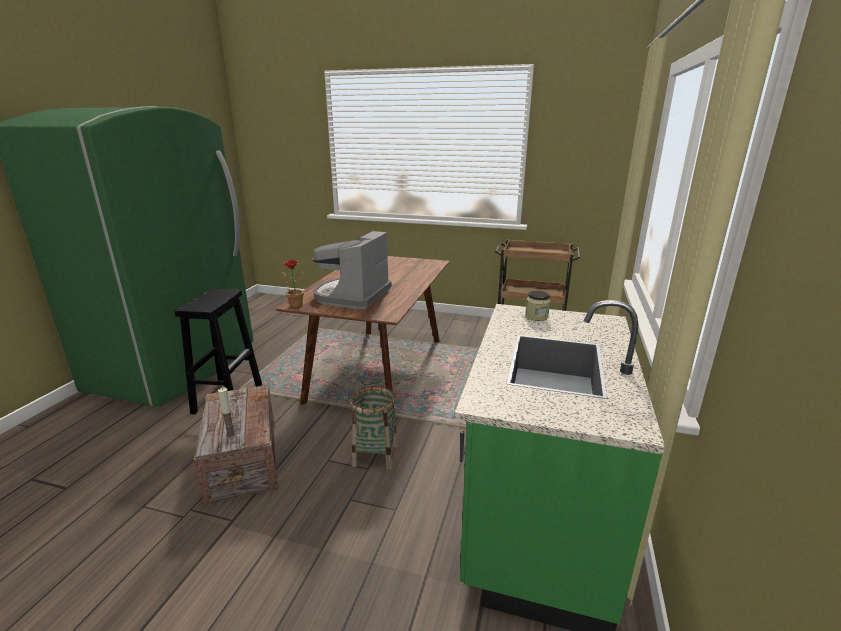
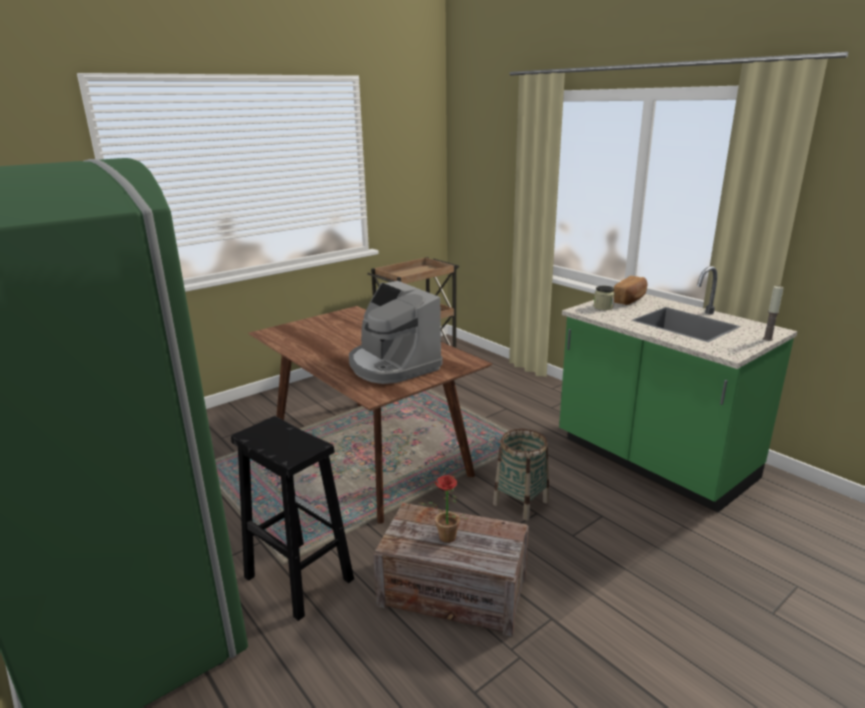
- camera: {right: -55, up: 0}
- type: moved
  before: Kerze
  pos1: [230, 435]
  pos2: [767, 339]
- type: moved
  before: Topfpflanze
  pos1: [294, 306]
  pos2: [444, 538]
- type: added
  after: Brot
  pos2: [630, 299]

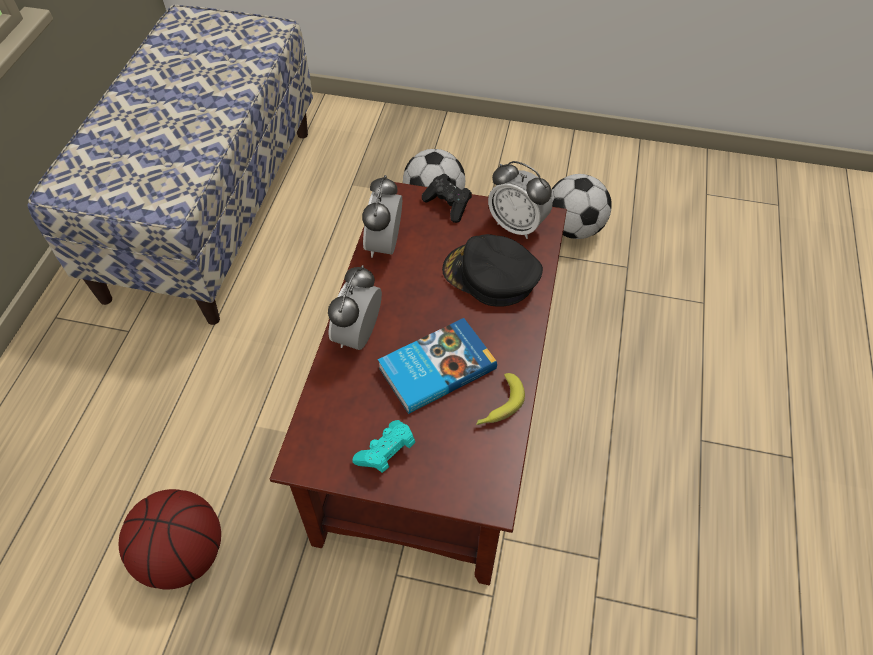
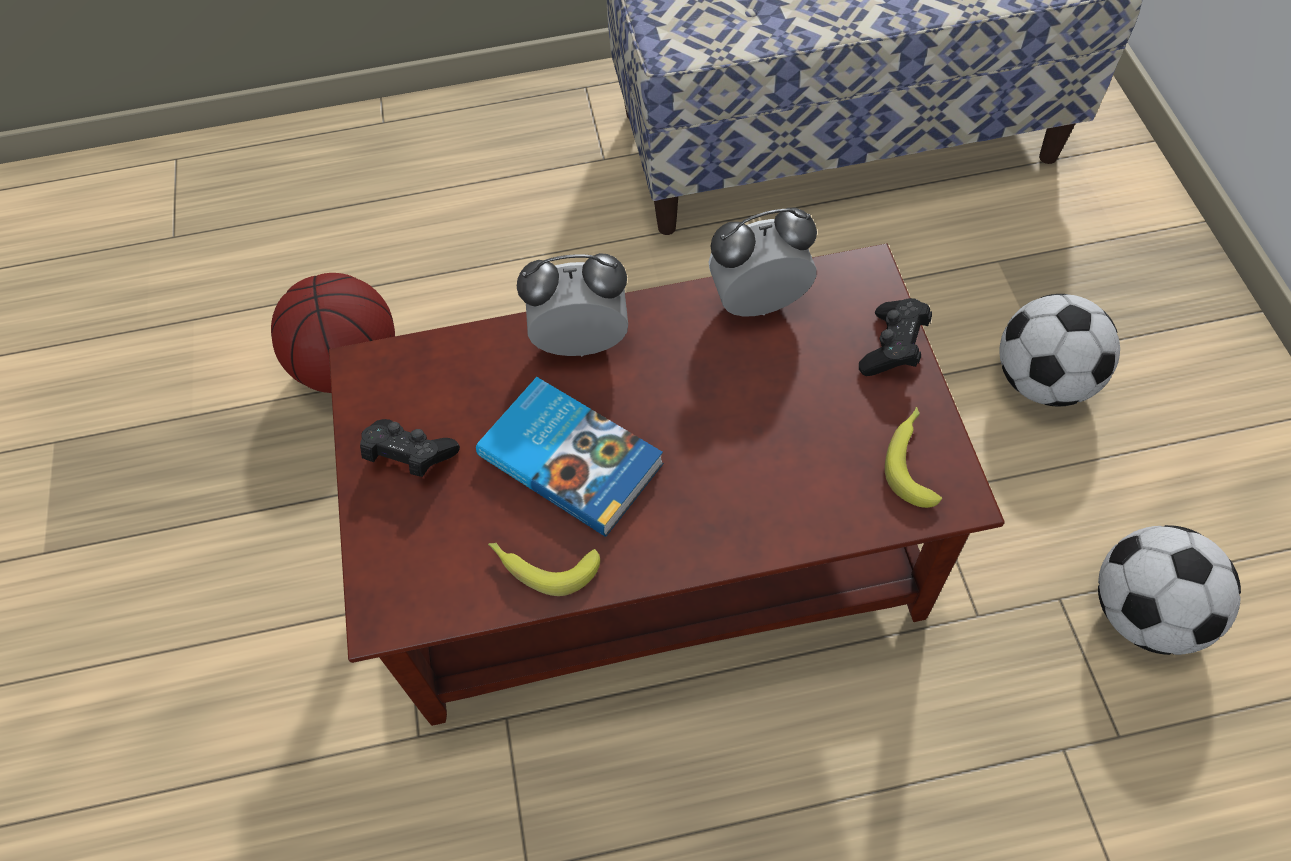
- camera: {right: 70, up: 5}
- type: recoloured
  before: Gamepad/türkis
  after: Gamepad/schwarz
  pos1: [386, 453]
  pos2: [409, 456]
- type: removed
  before: Kappe/schwarz
  pos1: [490, 276]
- type: replaced
  before: Wecker
  after: Banane
  pos1: [517, 225]
  pos2: [913, 460]

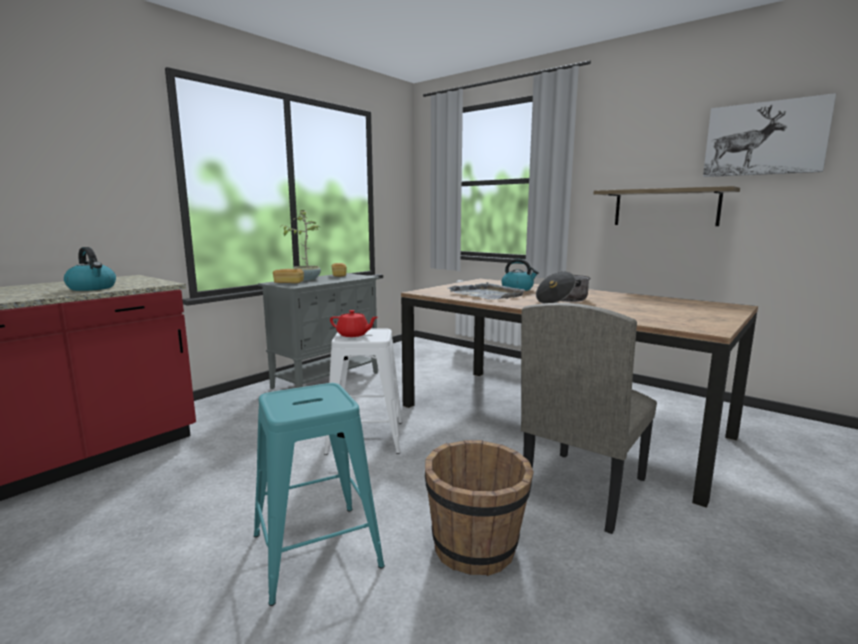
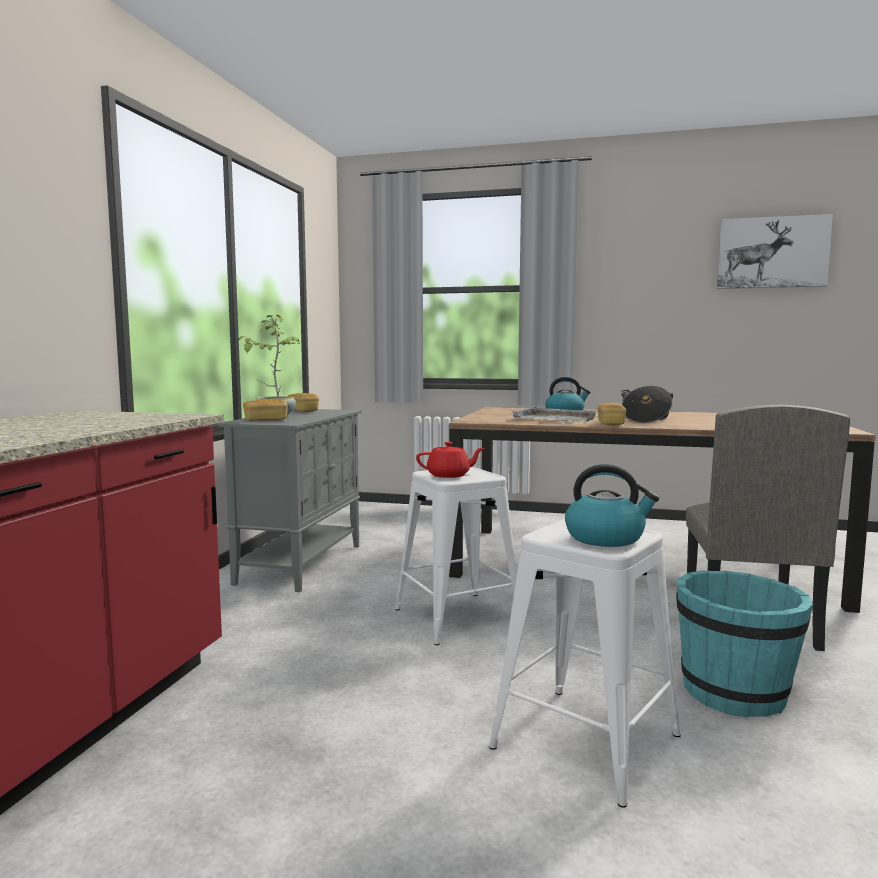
- camera: {right: -25, up: -5}
- type: moved
  before: Wasserkessel
  pos1: [92, 288]
  pos2: [606, 538]
- type: recoloured
  before: Hocker/türkis
  after: Hocker/weiß
  pos1: [316, 550]
  pos2: [586, 742]
- type: recoloured
  before: Eimer/braun
  after: Eimer/türkis
  pos1: [476, 548]
  pos2: [735, 693]
- type: removed
  before: Wandregal
  pos1: [665, 207]
- type: added
  after: Brot
  pos2: [611, 424]

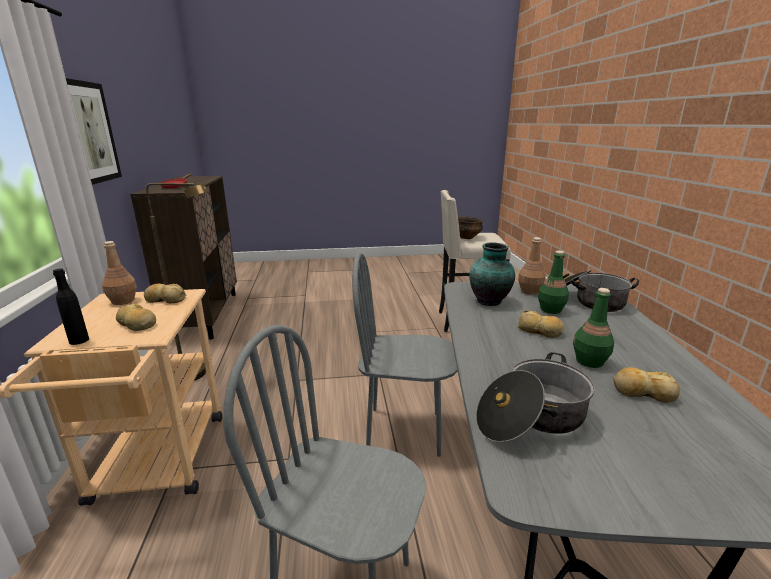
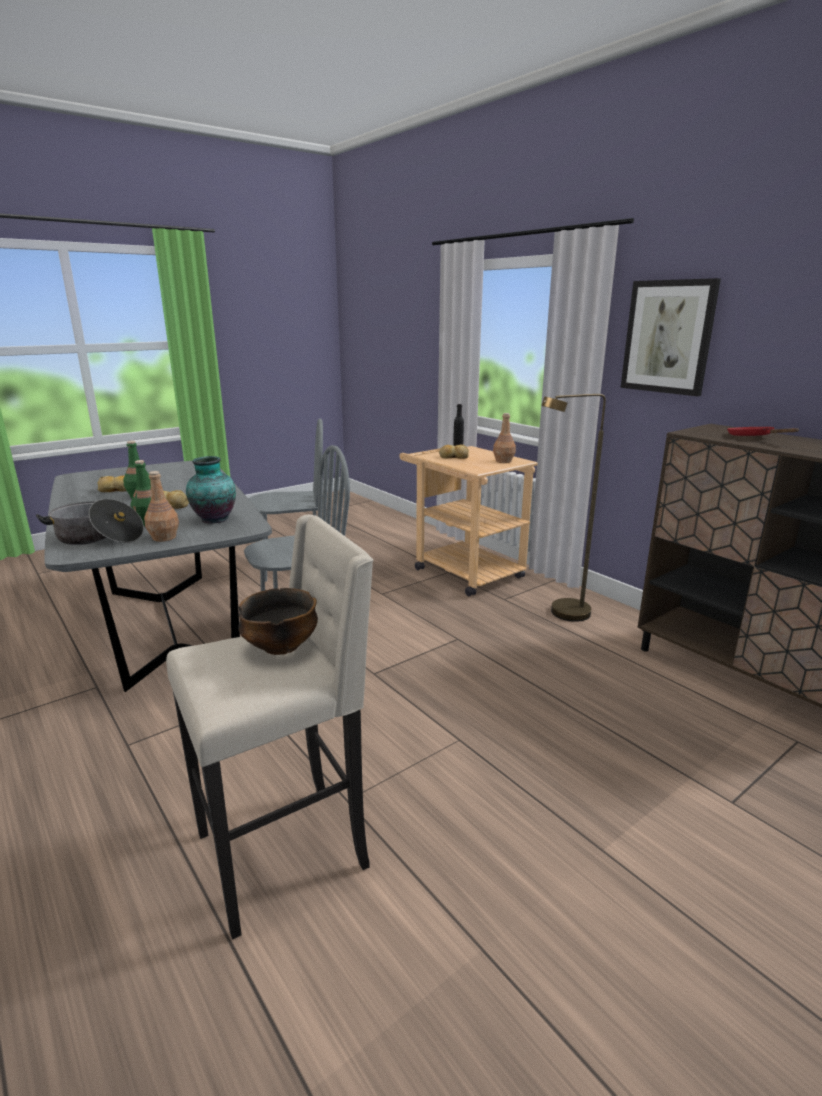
- camera: {right: 150, up: 0}
- type: removed
  before: Brot
  pos1: [165, 299]
- type: removed
  before: Kochtopf
  pos1: [531, 418]

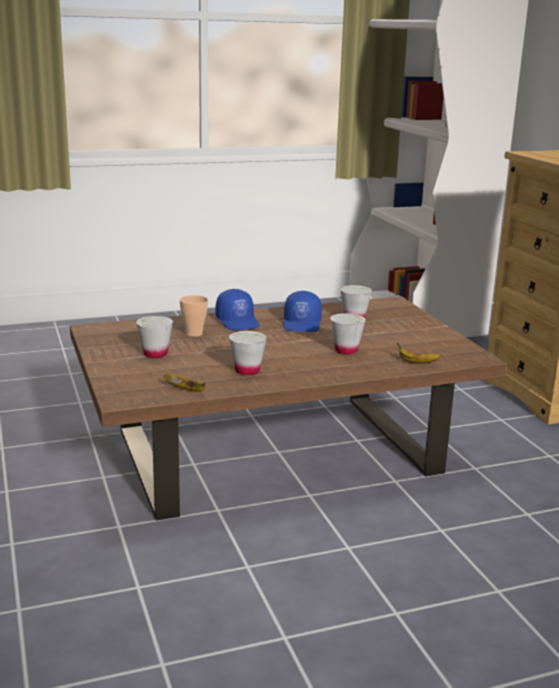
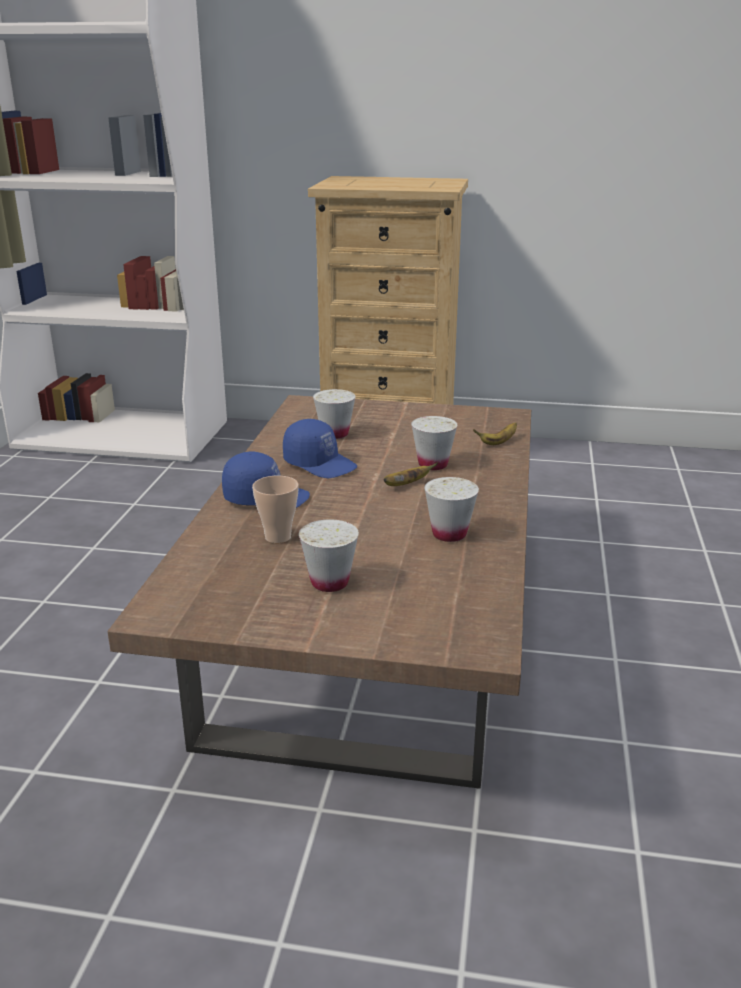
- camera: {right: -60, up: 5}
- type: moved
  before: Banane
  pos1: [187, 390]
  pos2: [406, 484]

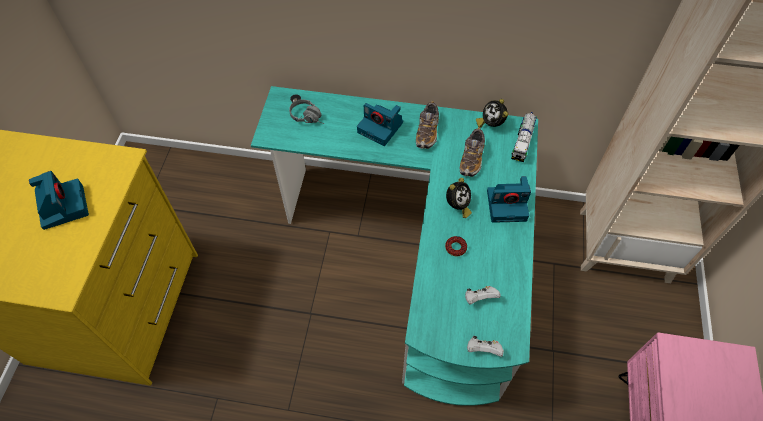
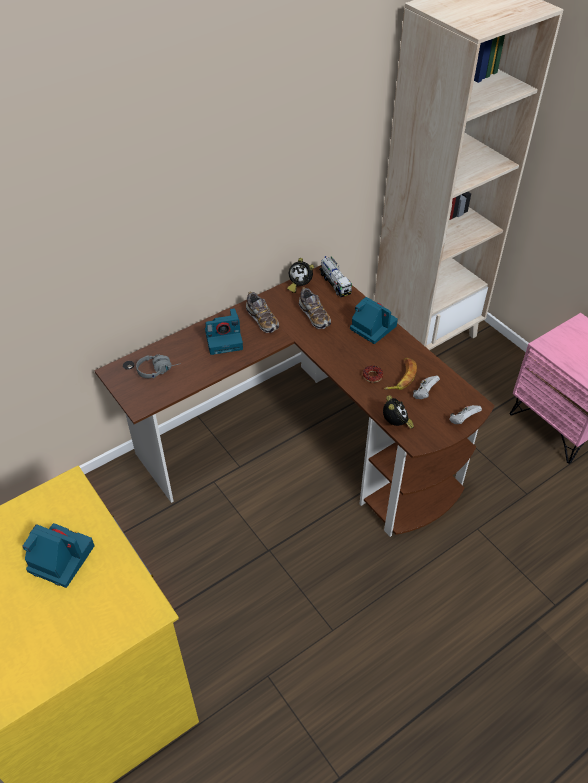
- camera: {right: -45, up: -10}
- type: recoloured
  before: Schreibtisch/türkis
  after: Schreibtisch/braun
  pos1: [421, 257]
  pos2: [305, 443]
- type: moved
  before: Wecker
  pos1: [457, 206]
  pos2: [396, 424]
- type: turned
  before: Kamera
  pos1: [507, 205]
  pos2: [372, 327]
  turn: -90
- type: added
  after: Banane
  pos2: [401, 377]

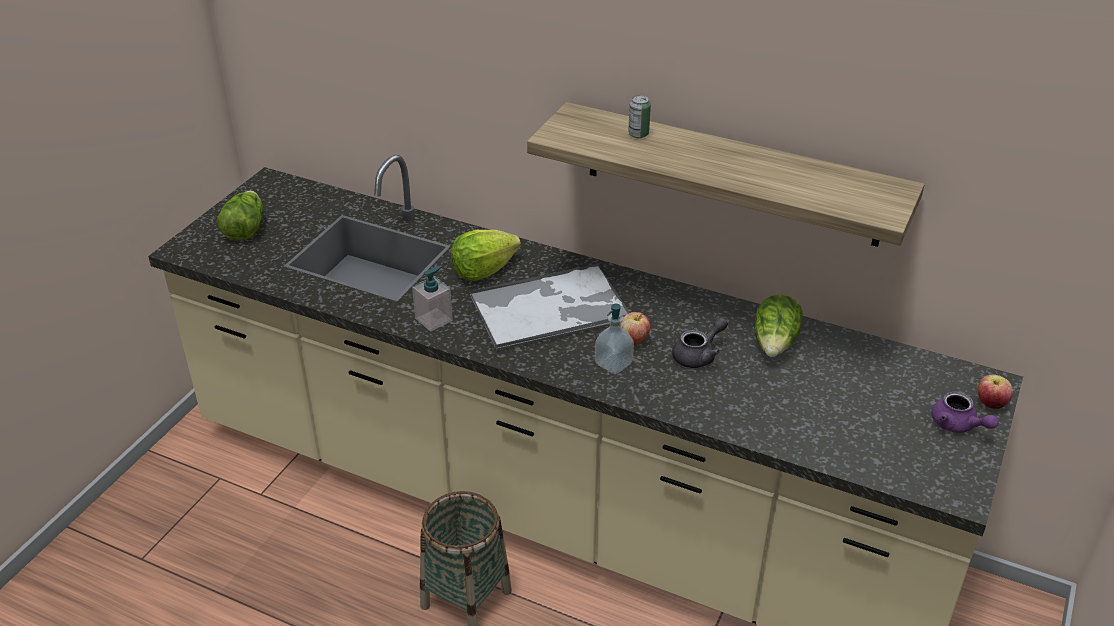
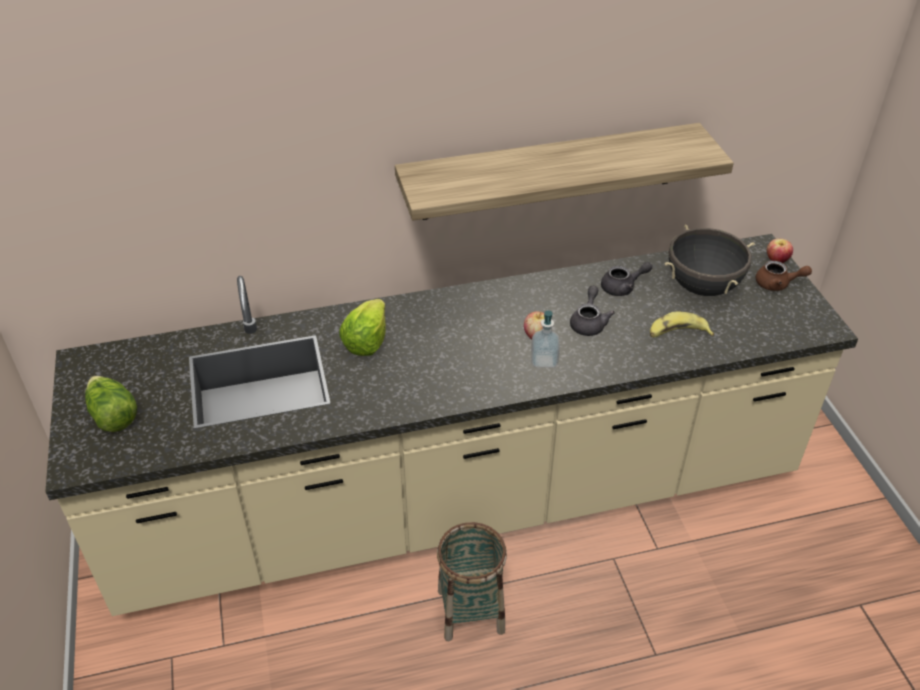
- camera: {right: -40, up: 5}
- type: removed
  before: Seifenspender
  pos1: [434, 319]
- type: removed
  before: Tablett
  pos1: [550, 308]
- type: removed
  before: Dose
  pos1: [638, 134]
- type: replaced
  before: Salatkopf
  after: Teekanne/grau
  pos1: [775, 343]
  pos2: [623, 287]
- type: recoloured
  before: Teekanne/lila
  after: Teekanne/braun
  pos1: [958, 425]
  pos2: [777, 284]
- type: added
  after: Banane
  pos2: [677, 333]
- type: added
  after: Kochtopf/schwarz
  pos2: [702, 286]

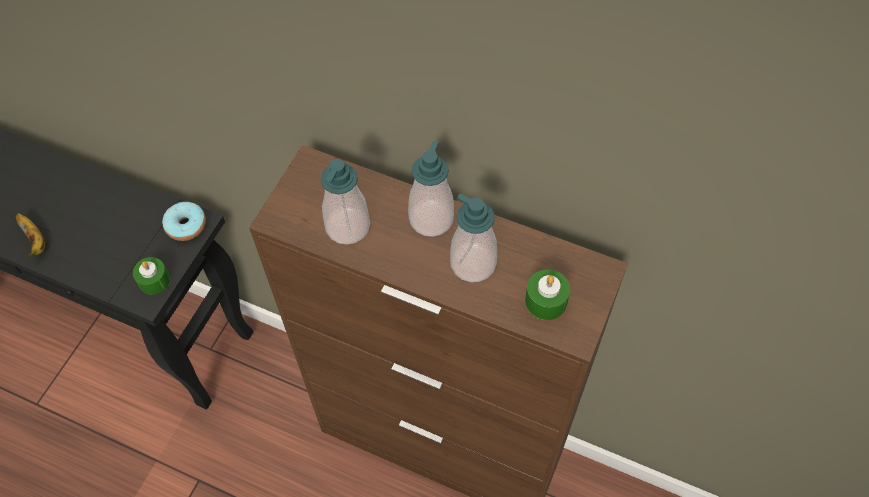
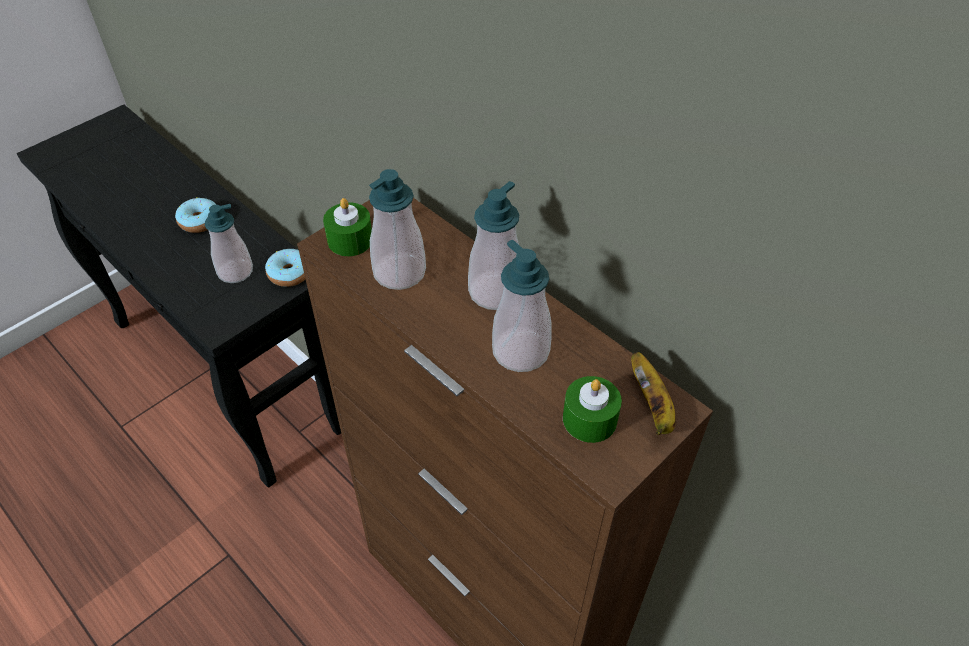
- camera: {right: 20, up: -10}
- type: moved
  before: Banane
  pos1: [35, 240]
  pos2: [652, 406]
- type: moved
  before: Kerze/grün
  pos1: [154, 280]
  pos2: [350, 240]
- type: added
  after: Donut
  pos2: [199, 221]
- type: added
  after: Seifenspender
  pos2: [235, 271]

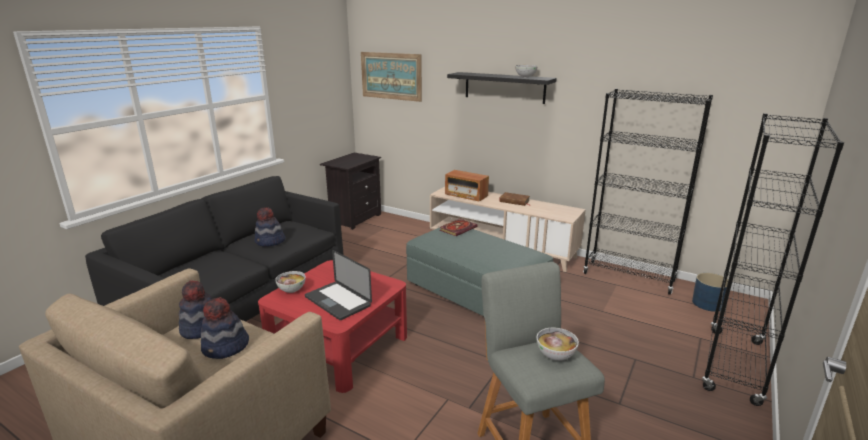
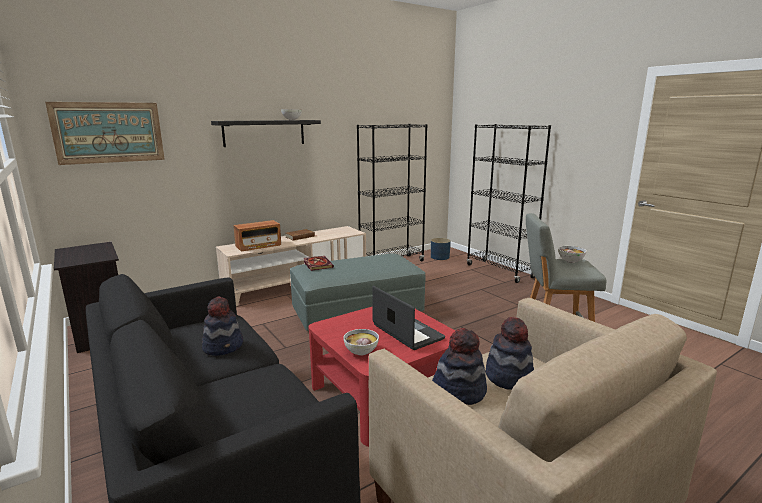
- camera: {right: -65, up: -5}
- type: turned
  before: Laptop
  pos1: [338, 301]
  pos2: [407, 332]
  turn: -105

